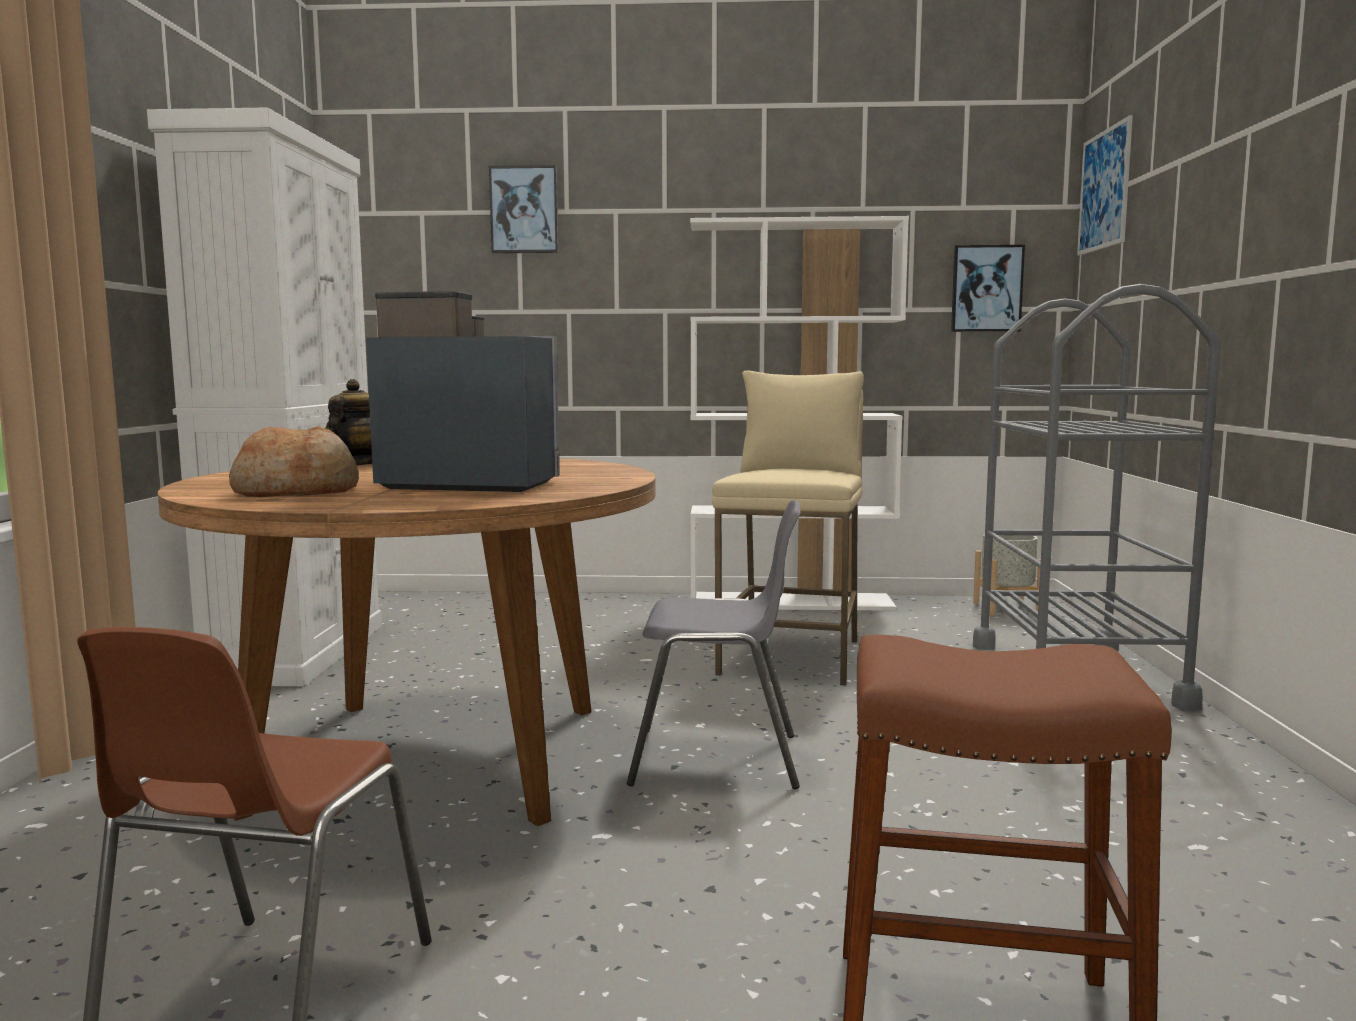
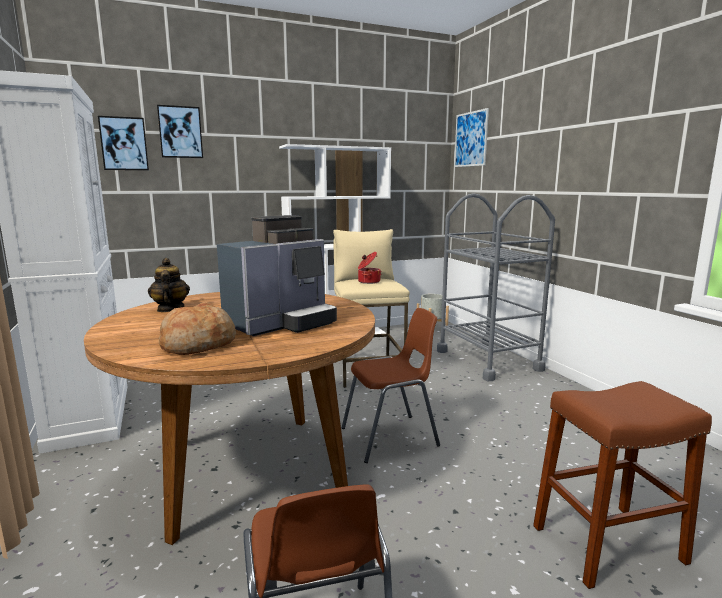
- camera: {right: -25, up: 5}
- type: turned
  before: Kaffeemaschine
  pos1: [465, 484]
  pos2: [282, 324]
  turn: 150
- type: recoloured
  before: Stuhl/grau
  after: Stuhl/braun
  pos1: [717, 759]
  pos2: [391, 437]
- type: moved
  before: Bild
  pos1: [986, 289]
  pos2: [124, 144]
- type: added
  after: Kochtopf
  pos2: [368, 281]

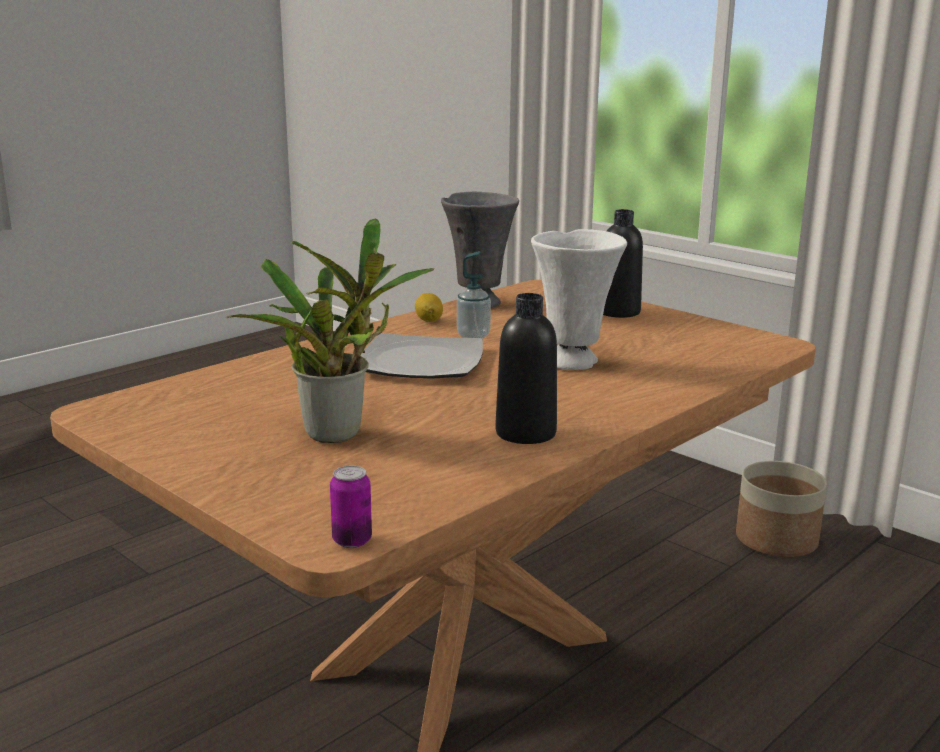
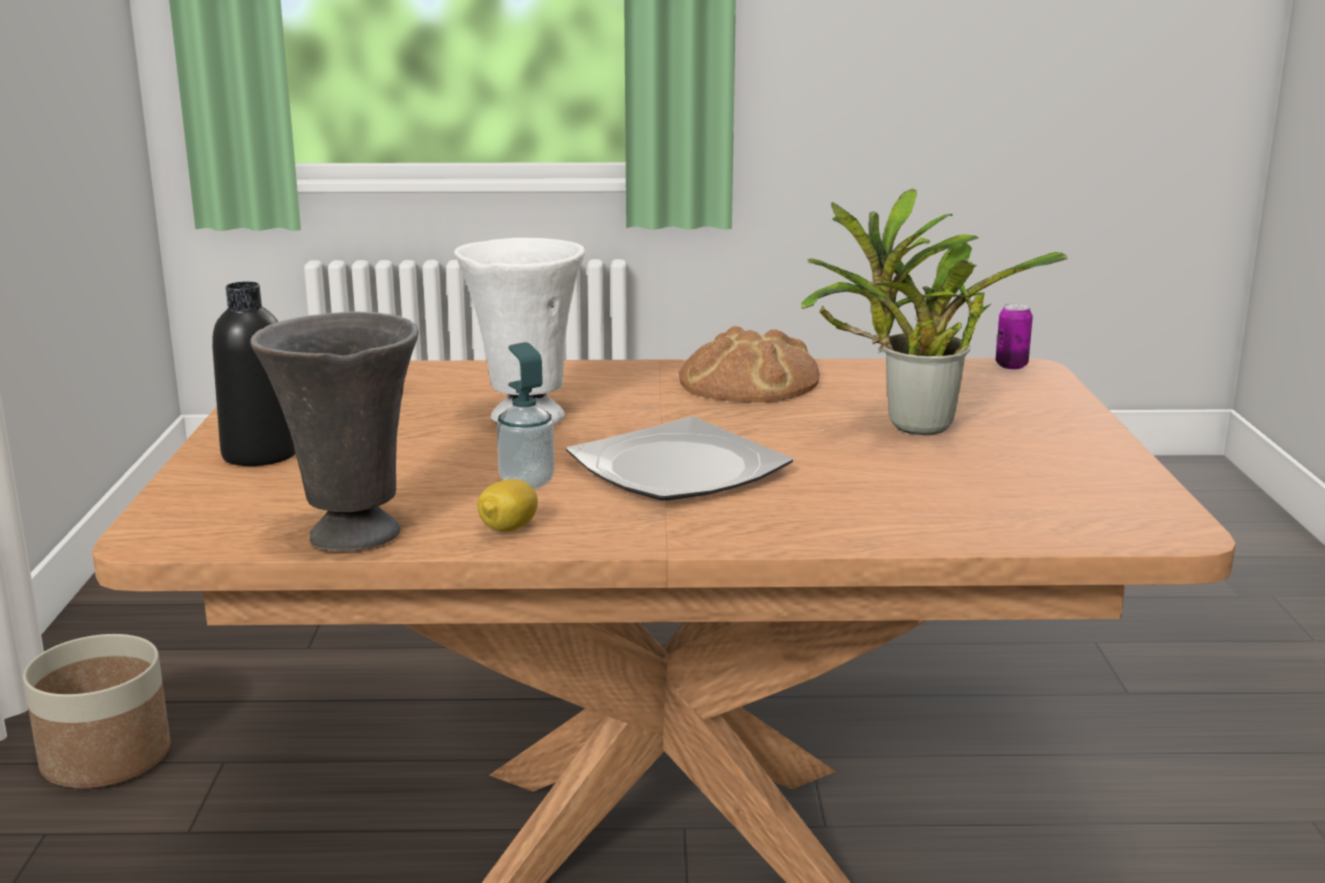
- camera: {right: -135, up: 0}
- type: replaced
  before: Flasche/schwarz
  after: Brot
  pos1: [525, 433]
  pos2: [748, 381]

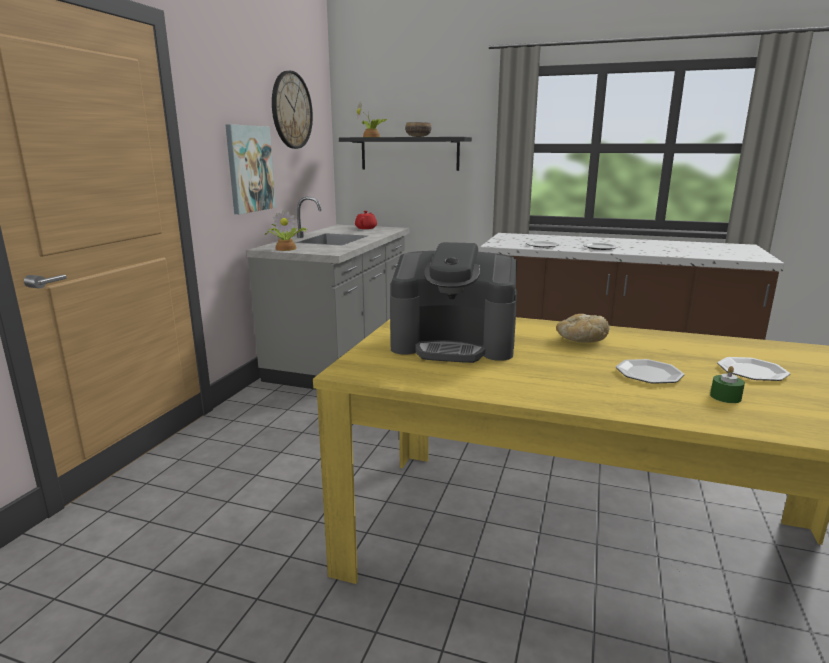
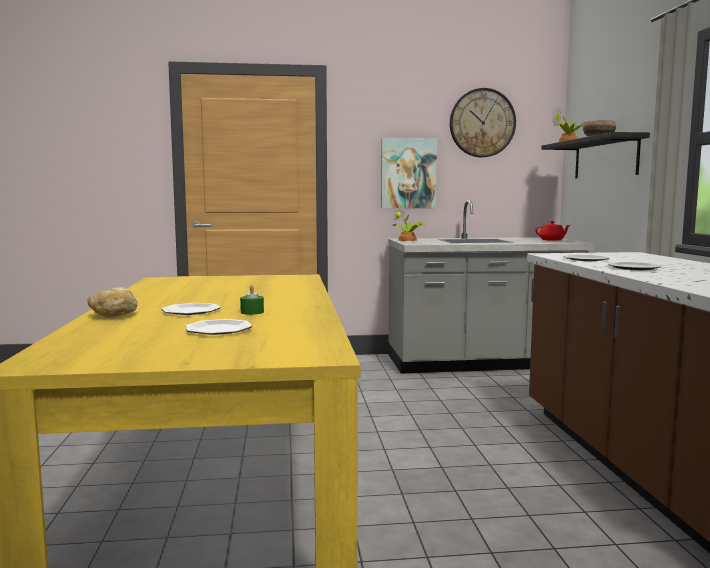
- camera: {right: 65, up: -10}
- type: removed
  before: Kaffeemaschine
  pos1: [454, 344]
- type: moved
  before: Brot
  pos1: [581, 340]
  pos2: [114, 315]
- type: moved
  before: Kerze/grün
  pos1: [725, 397]
  pos2: [252, 312]

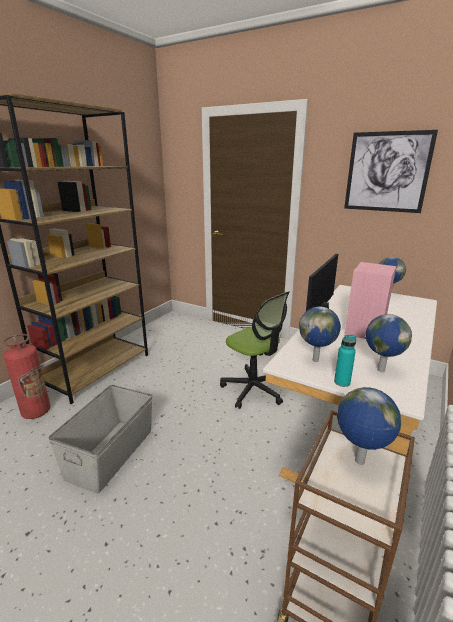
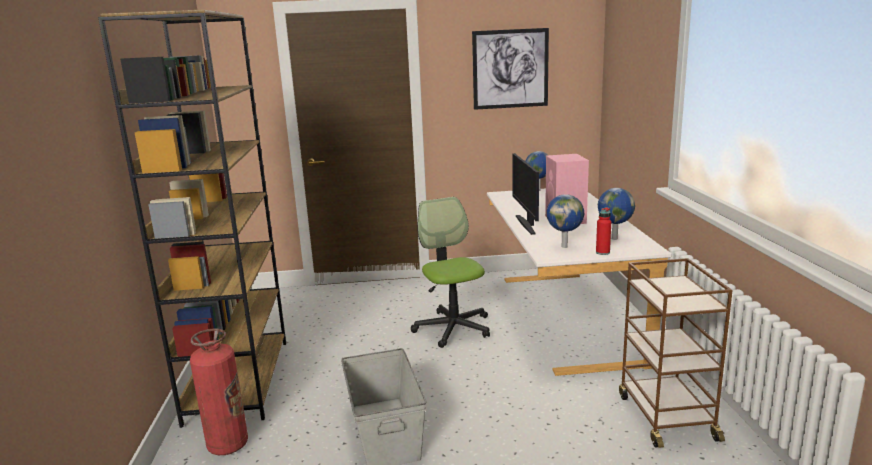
- camera: {right: -35, up: -5}
- type: turned
  before: Bürostuhl
  pos1: [254, 389]
  pos2: [453, 328]
  turn: -120
- type: recoloured
  before: Flasche/türkis
  after: Flasche/rot
  pos1: [342, 382]
  pos2: [602, 252]
- type: removed
  before: Globus
  pos1: [359, 462]

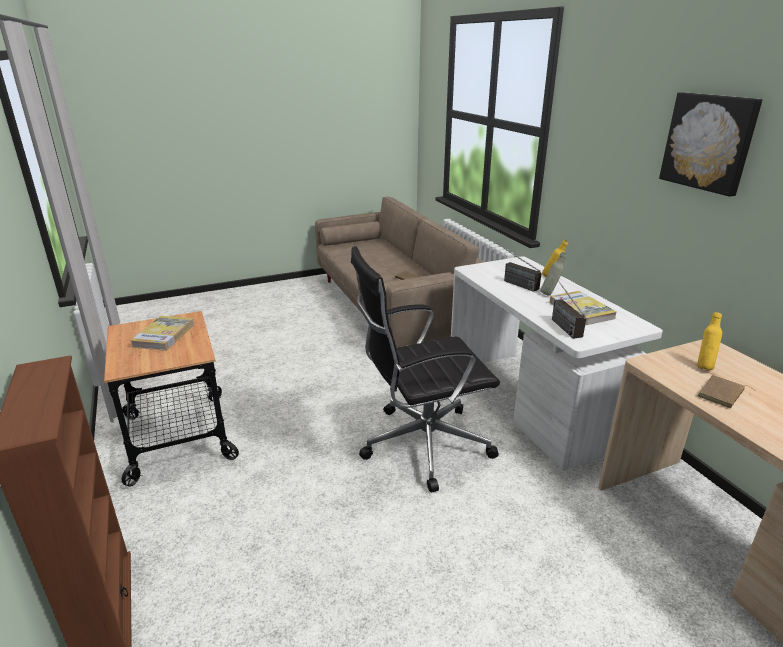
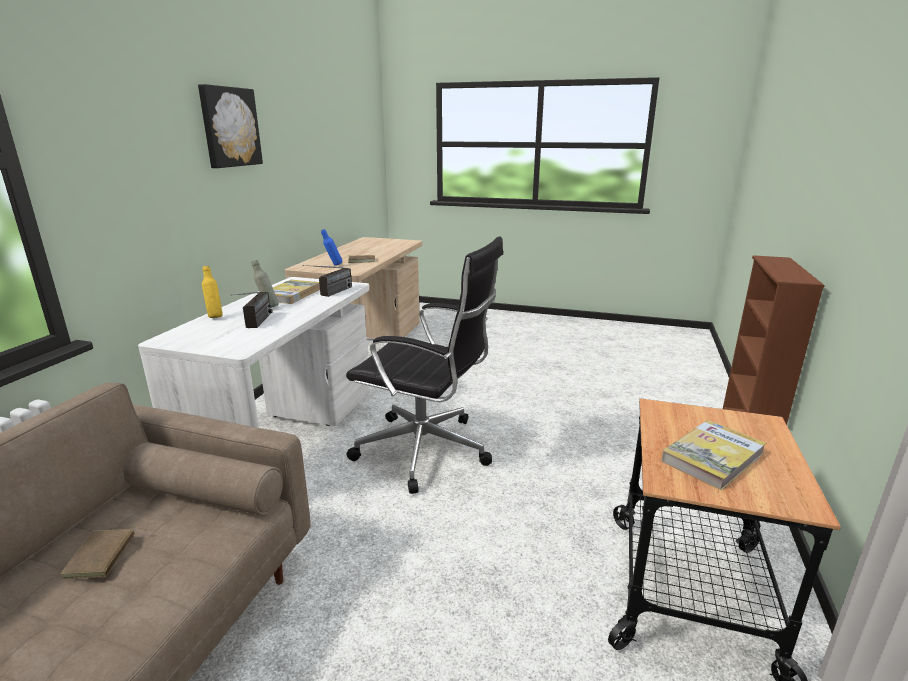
- camera: {right: -140, up: -5}
- type: recoloured
  before: Flasche/gelb
  after: Flasche/blau
  pos1: [704, 366]
  pos2: [333, 265]

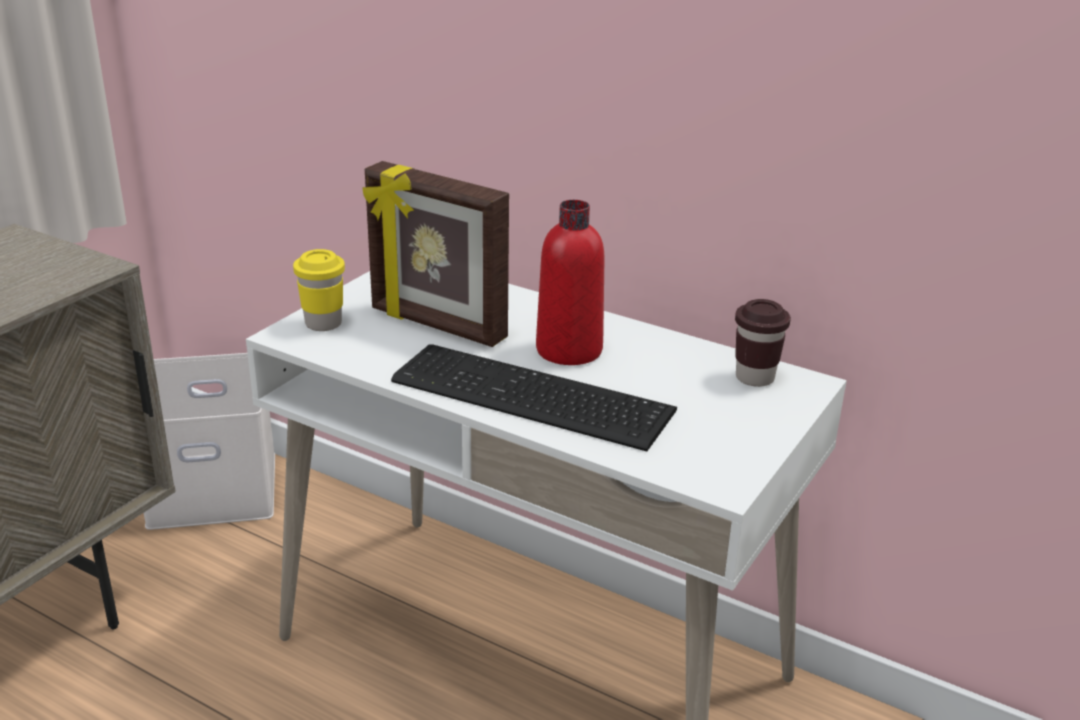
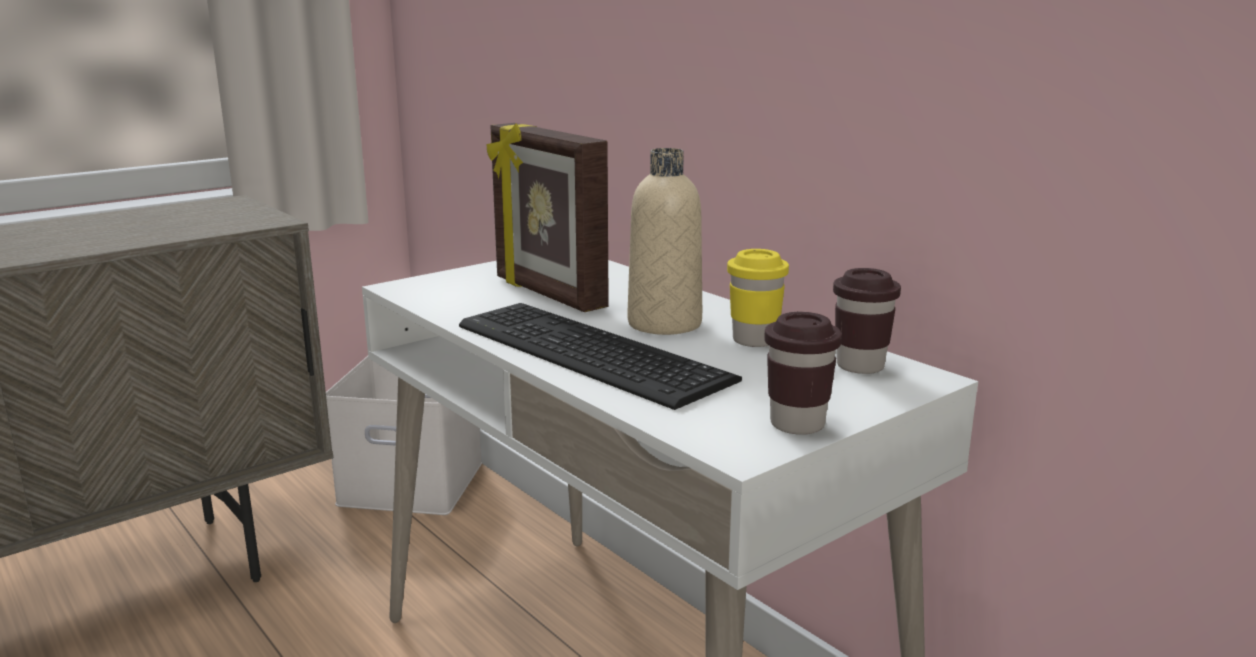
- camera: {right: 20, up: -10}
- type: moved
  before: Tasse/gelb
  pos1: [323, 323]
  pos2: [754, 340]
- type: recoloured
  before: Flasche/rot
  after: Flasche/beige
  pos1: [569, 350]
  pos2: [664, 324]
- type: added
  after: Tasse/braun
  pos2: [797, 424]

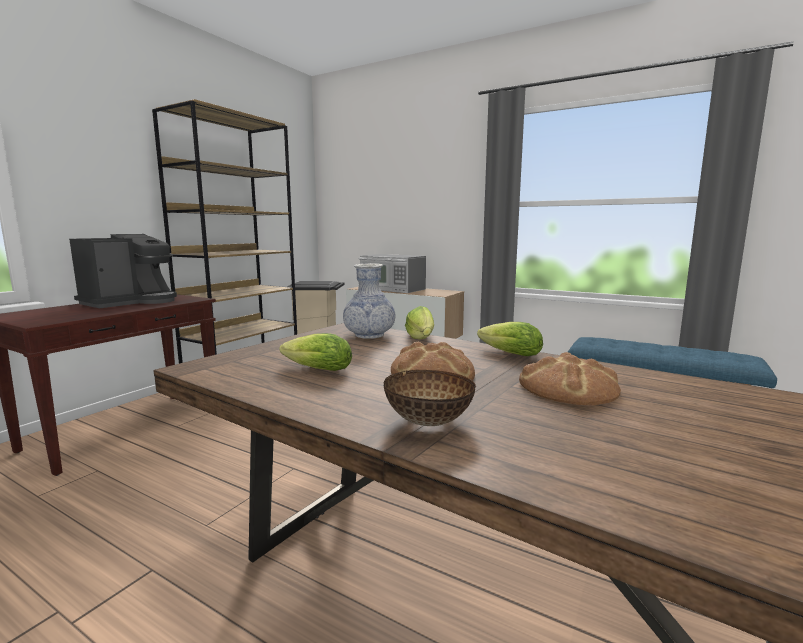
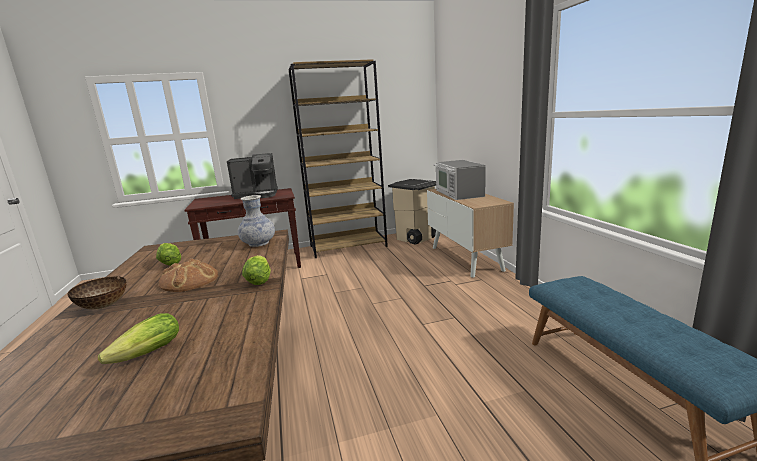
- camera: {right: 45, up: 5}
- type: moved
  before: Salatkopf
  pos1: [421, 339]
  pos2: [144, 356]
- type: removed
  before: Brot
  pos1: [568, 388]

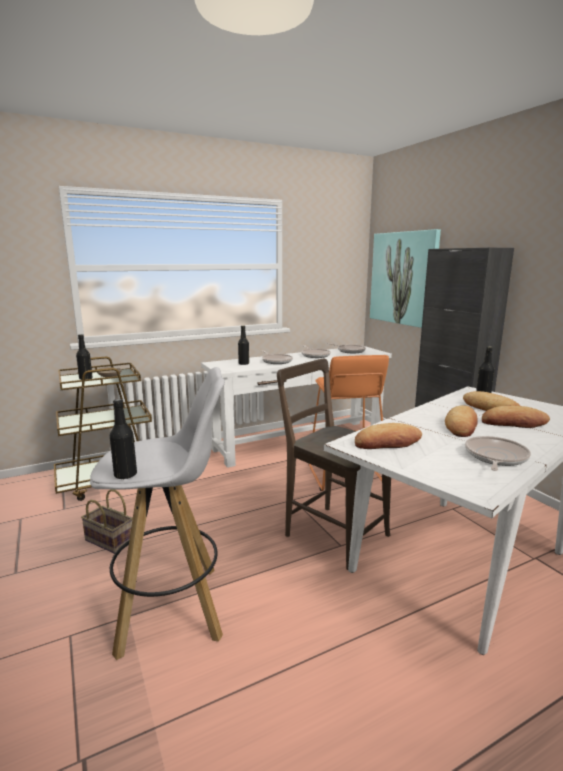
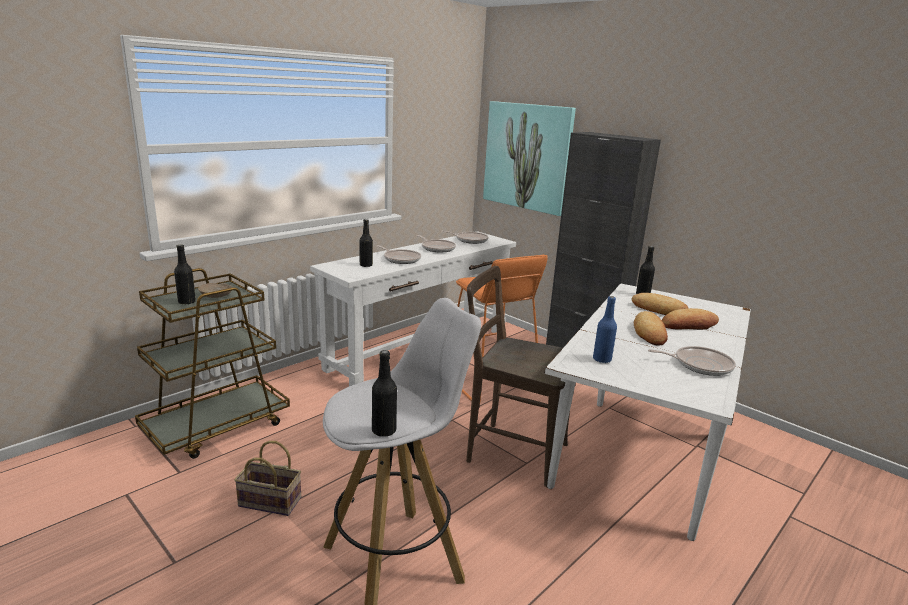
- camera: {right: -20, up: 5}
- type: replaced
  before: Brot
  after: Flasche/blau
  pos1: [387, 443]
  pos2: [602, 359]
- type: turned
  before: Pfanne
  pos1: [495, 457]
  pos2: [699, 365]
  turn: 90

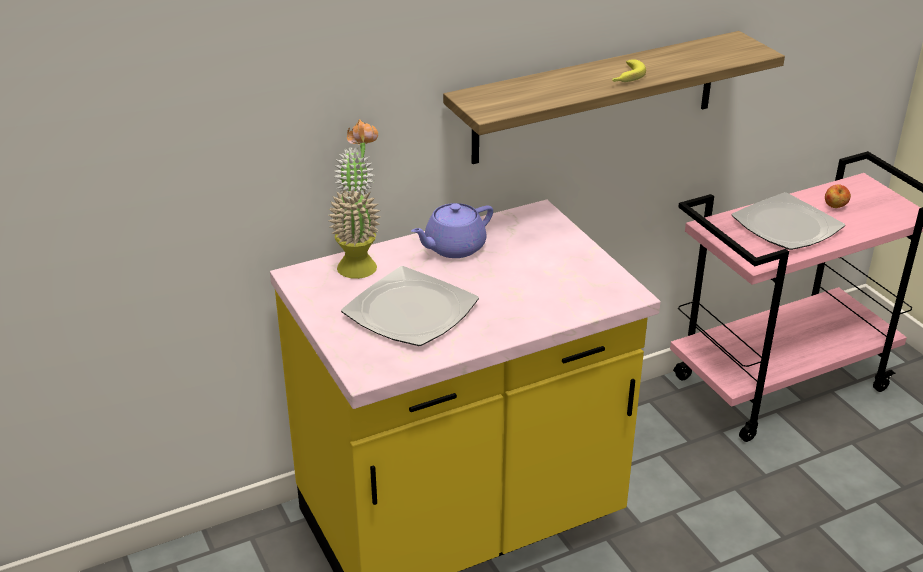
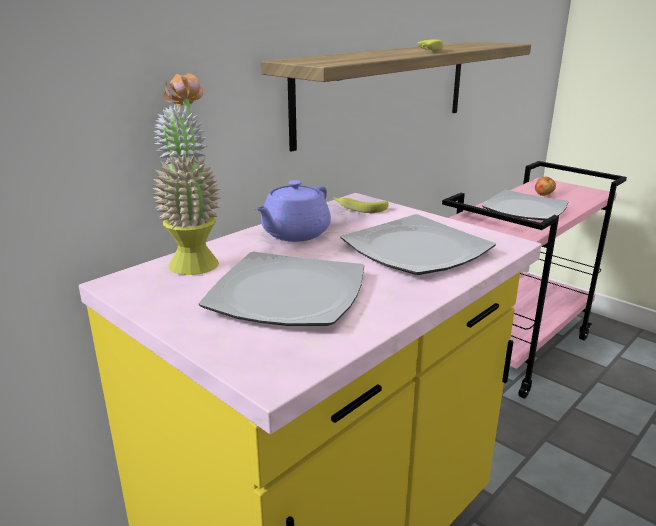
- camera: {right: -20, up: -10}
- type: added
  after: Banane
  pos2: [358, 208]
- type: added
  after: Teller
  pos2: [416, 249]

